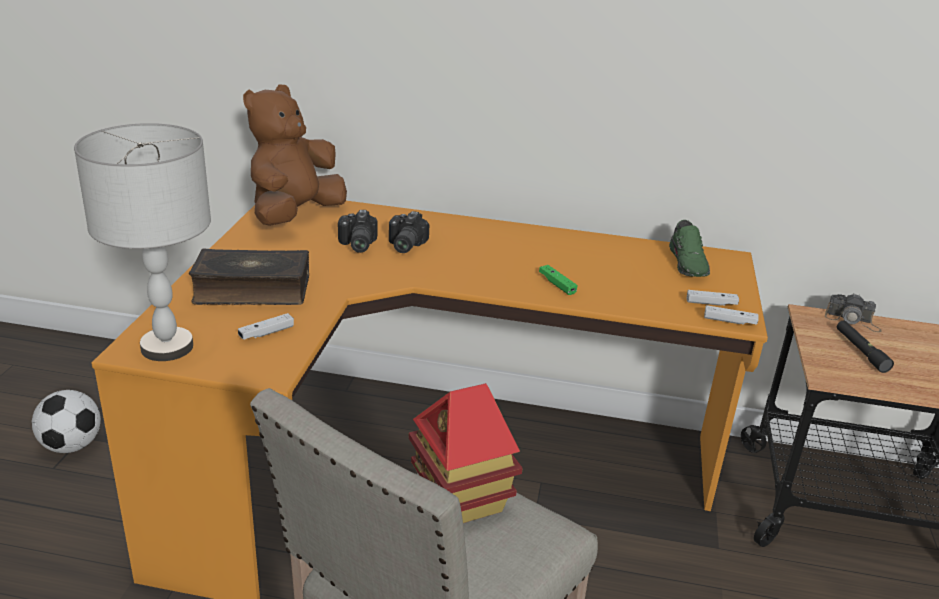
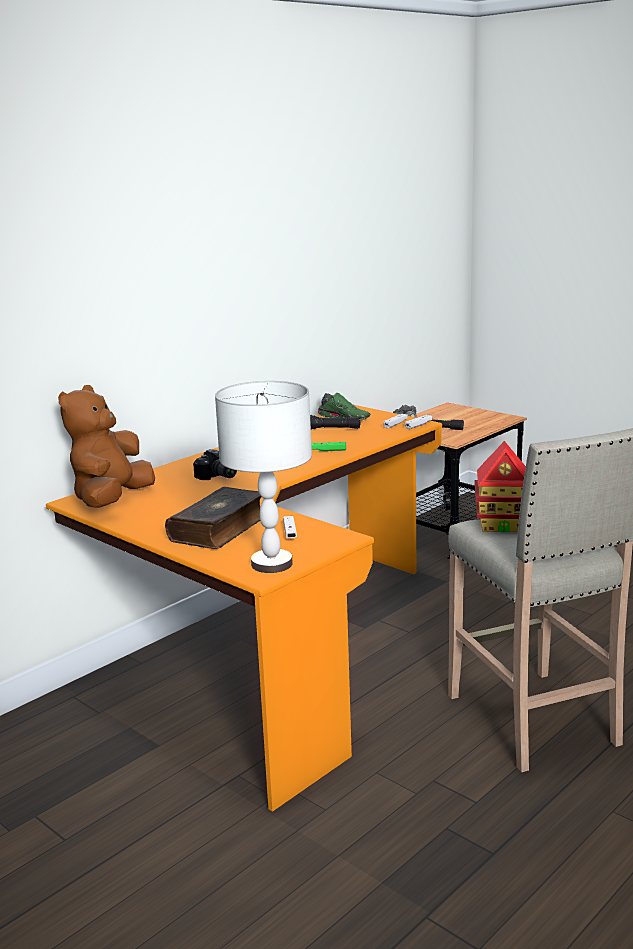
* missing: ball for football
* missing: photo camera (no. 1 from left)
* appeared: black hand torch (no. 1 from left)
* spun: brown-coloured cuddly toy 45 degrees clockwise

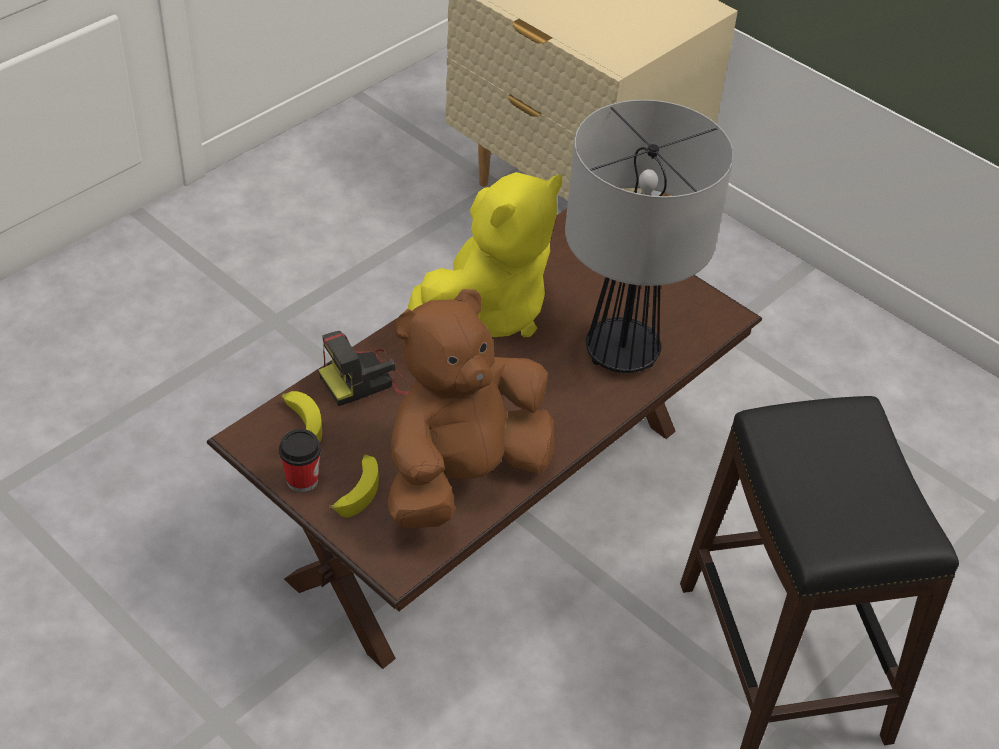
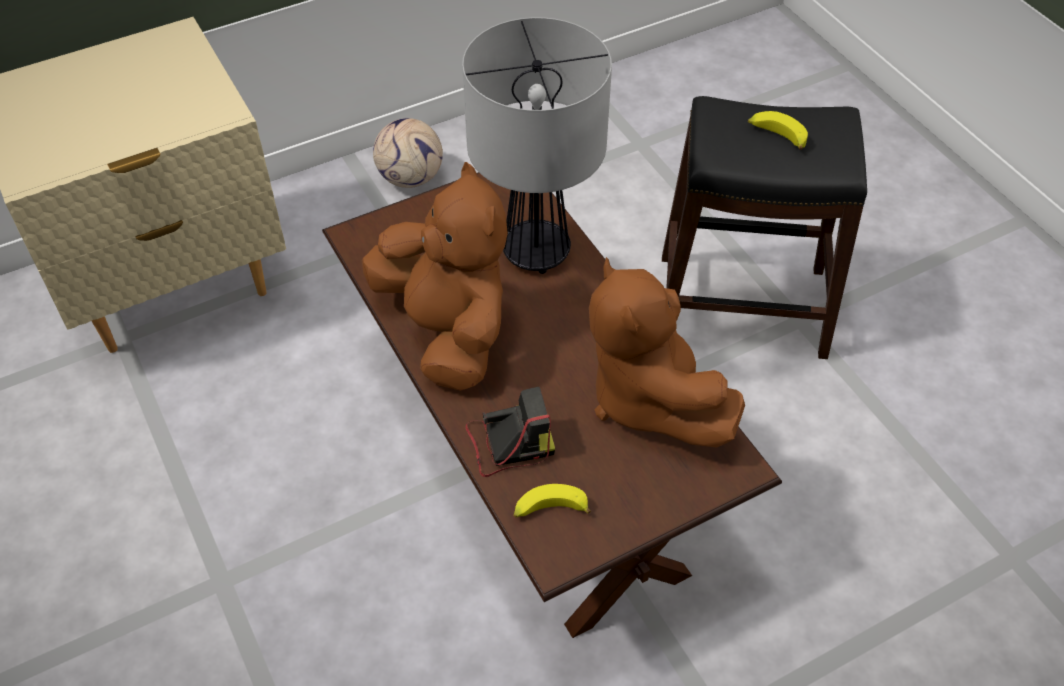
* missing: drinking cup
* appeared: ball for football
* relocated: banana fruit (no. 2 from left)
* colour: yellowish cuddly toy to brown-coloured cuddly toy (no. 1 from left)
* spun: photo camera 90 degrees counterclockwise

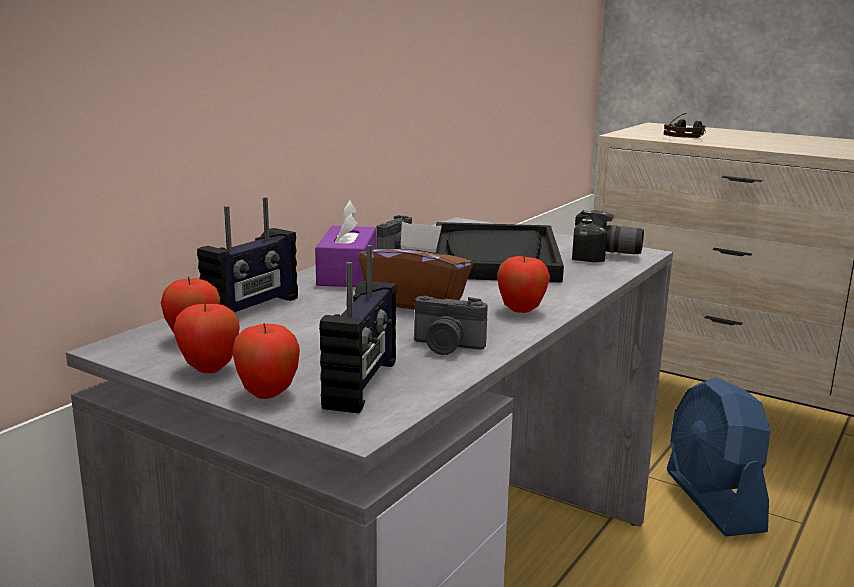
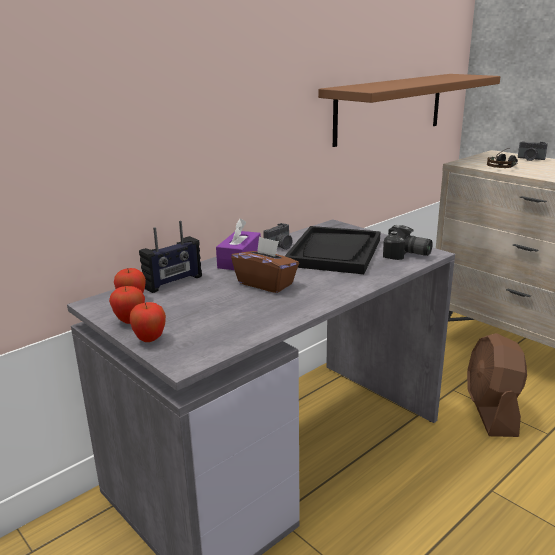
* missing: radio receiver (no. 2 from left)
* missing: apple fruit (no. 4 from left)
* appeared: brown-coloured wall shelf
* relocated: photo camera (no. 2 from left in the first image) to photo camera (no. 3 from left)
* colour: blue fan to brown-coloured fan

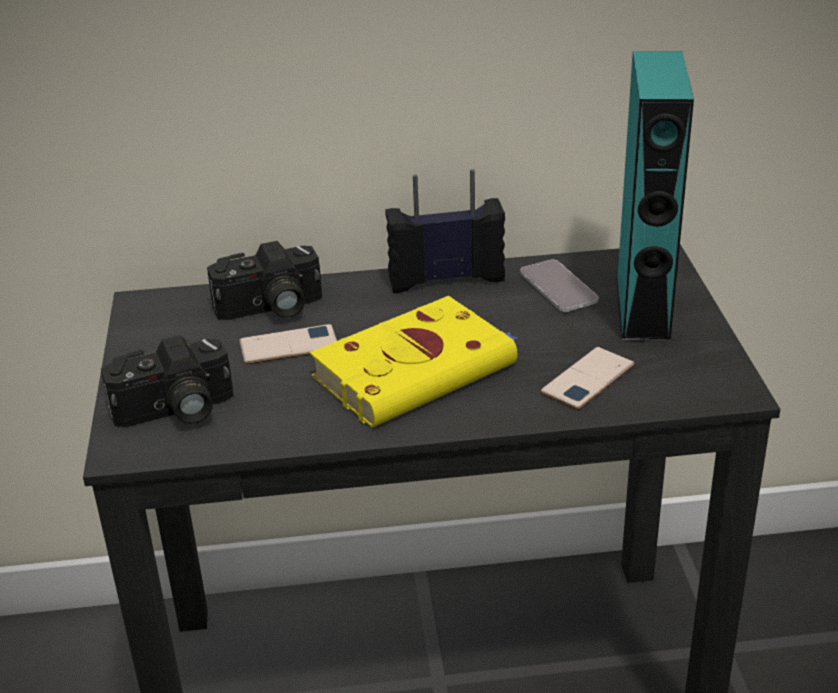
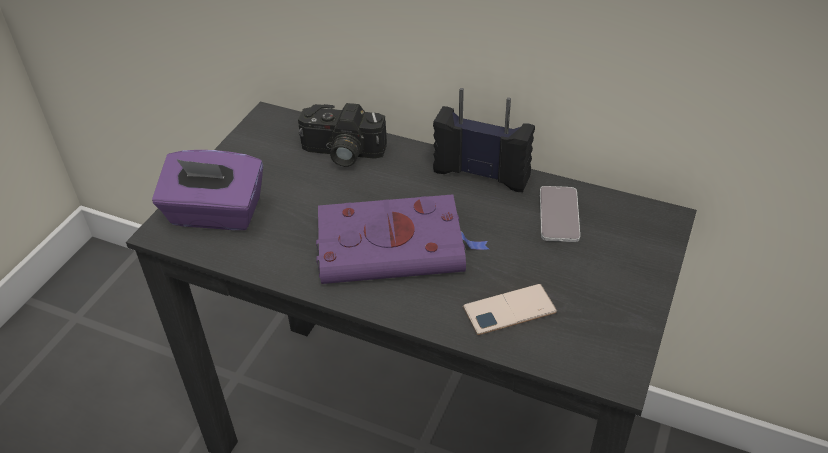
* missing: handset (no. 1 from left)
* missing: blue-green loudspeaker
* exchanged: photo camera (no. 1 from left) to purplish tissue holder
* colour: yellowish volume to purplish volume

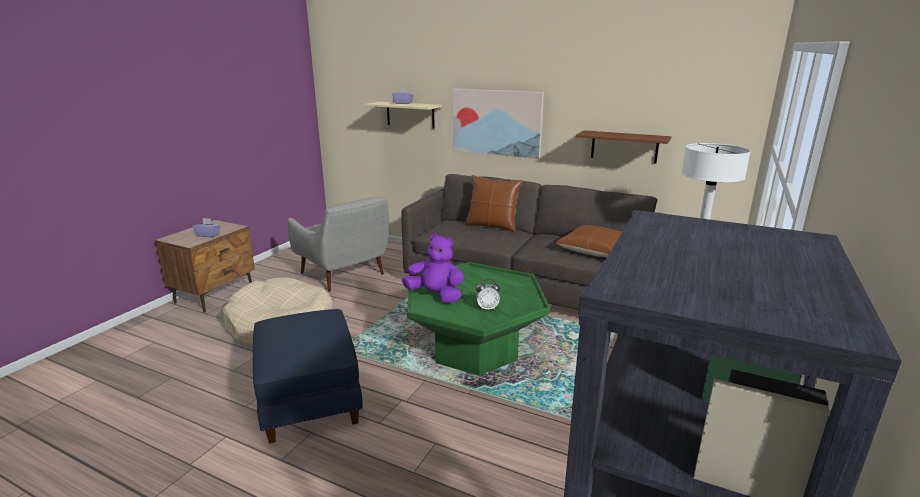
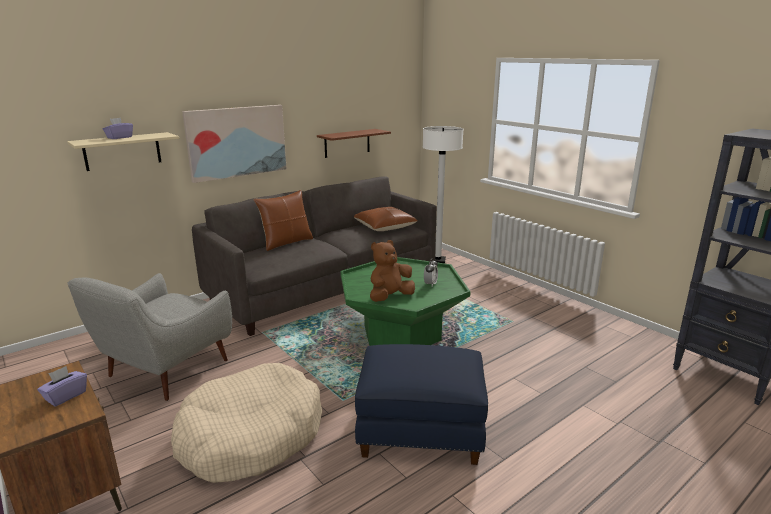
* colour: purplish cuddly toy to brown-coloured cuddly toy
* spun: greyish easy chair 135 degrees clockwise

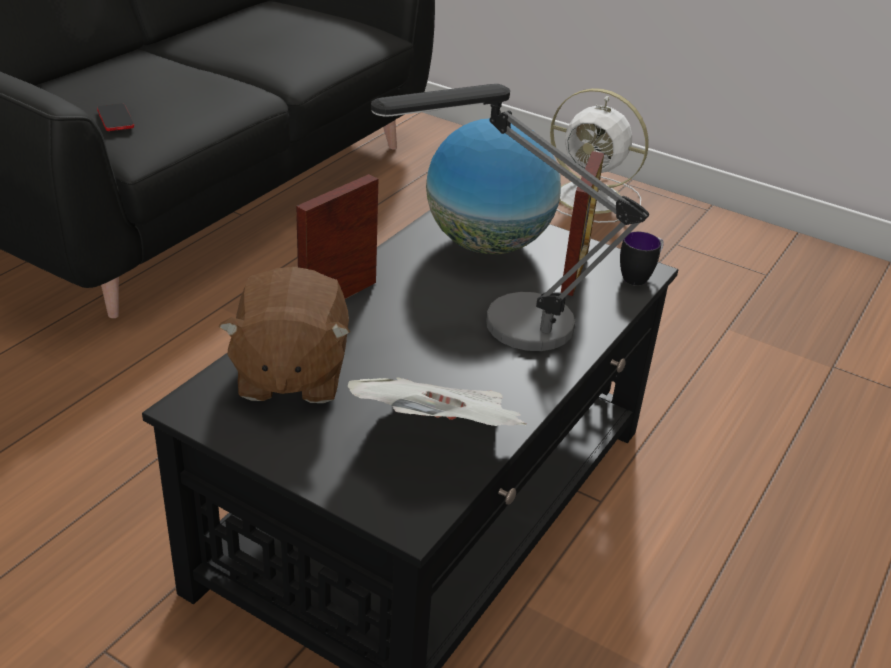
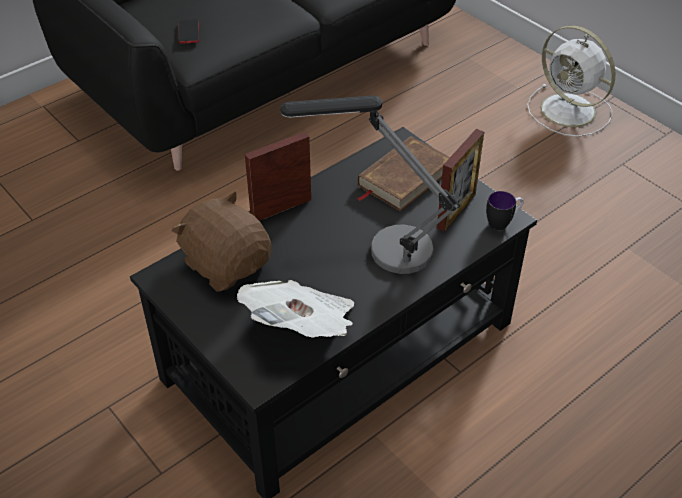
* exchanged: world globe to brown-coloured volume
* spun: brown-coloured cuddly toy 120 degrees clockwise

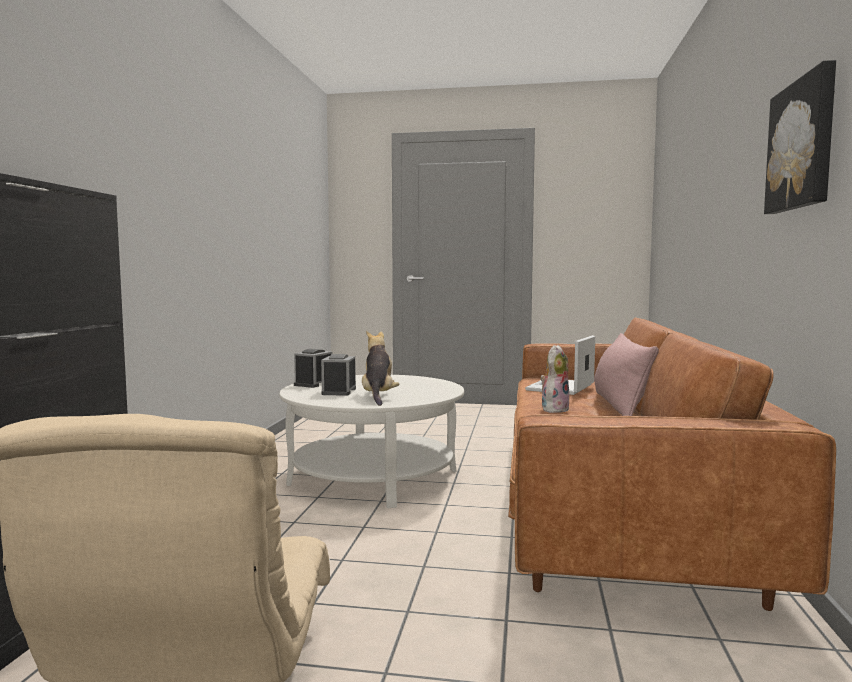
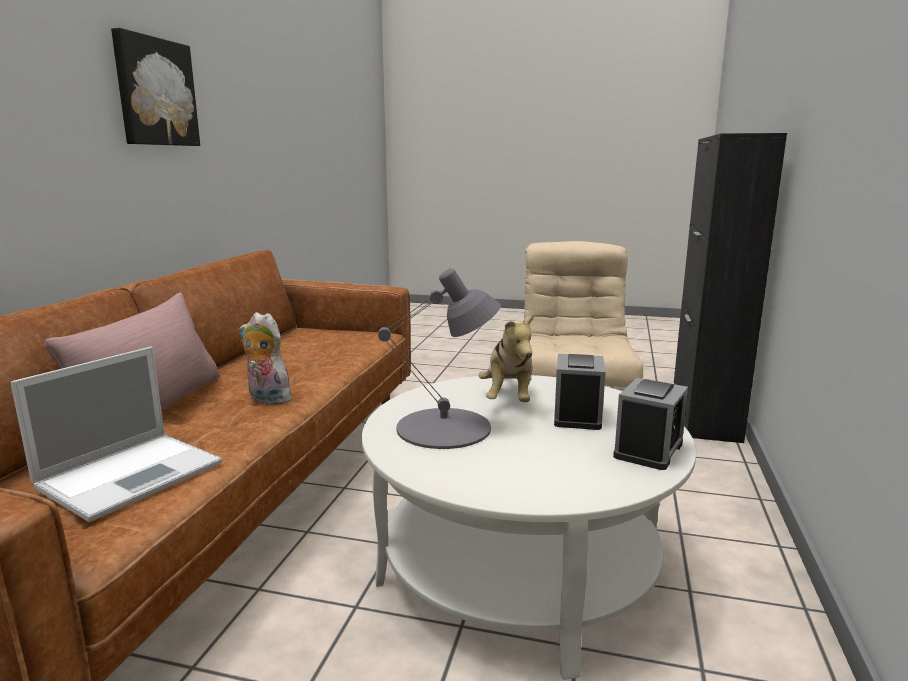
* appeared: greyish table lamp
* spun: cuddly toy (no. 2 from left in the first image) 75 degrees clockwise

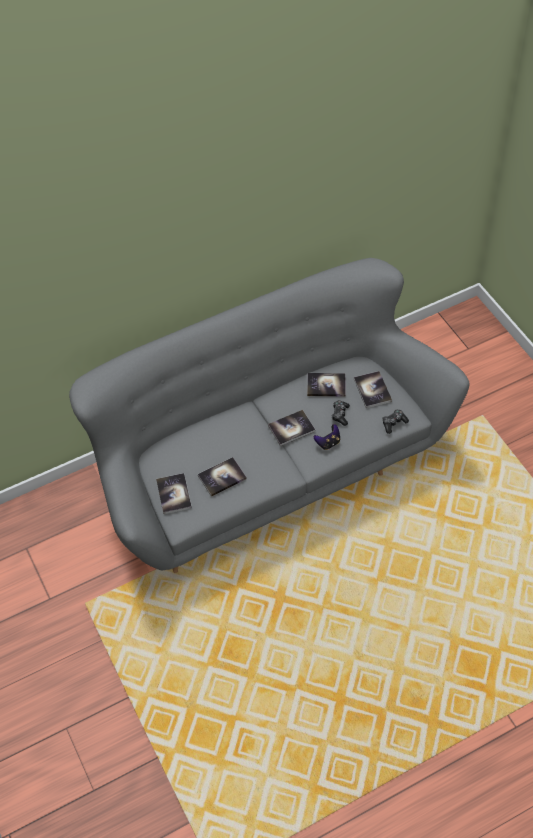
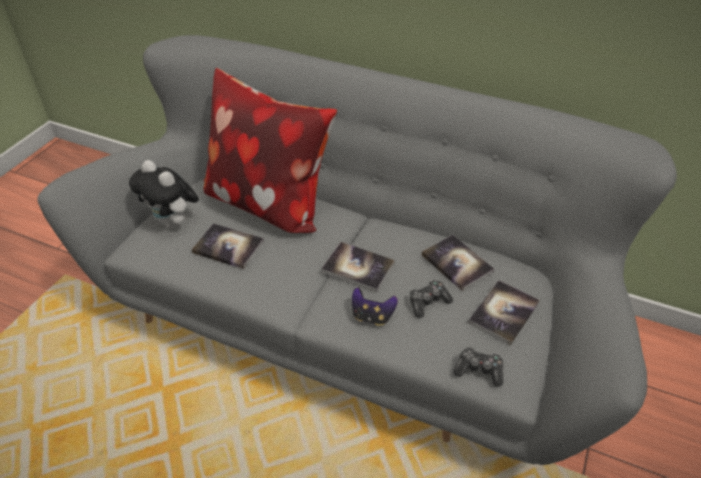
* appeared: pillow
* exchanged: volume (no. 1 from left) to cuddly toy

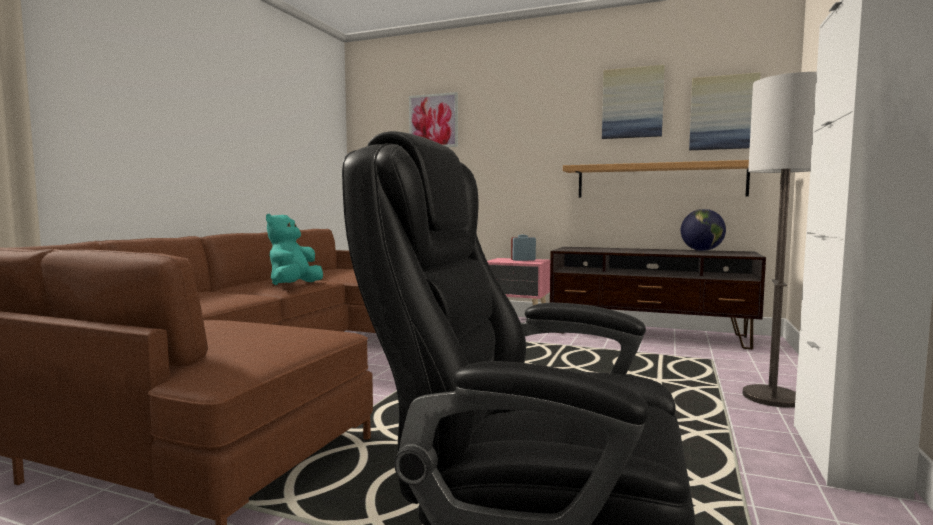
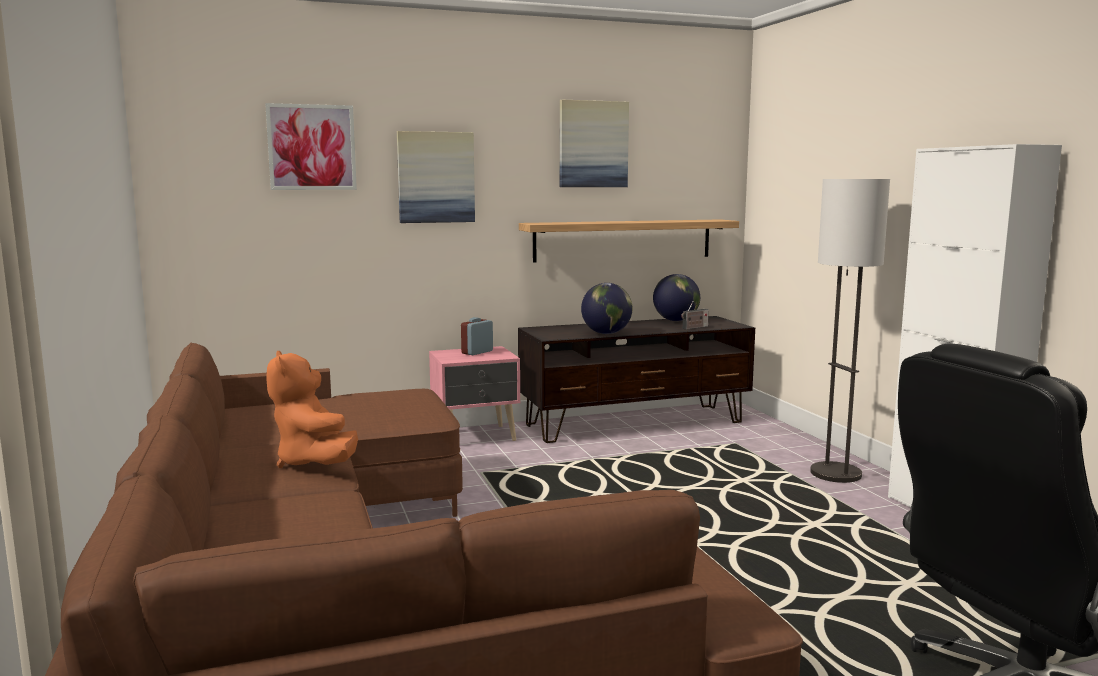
* appeared: world globe (no. 1 from left)
* appeared: radio receiver
* relocated: wall art (no. 3 from left in the first image) to wall art (no. 2 from left)
* colour: blue-green cuddly toy to orange cuddly toy

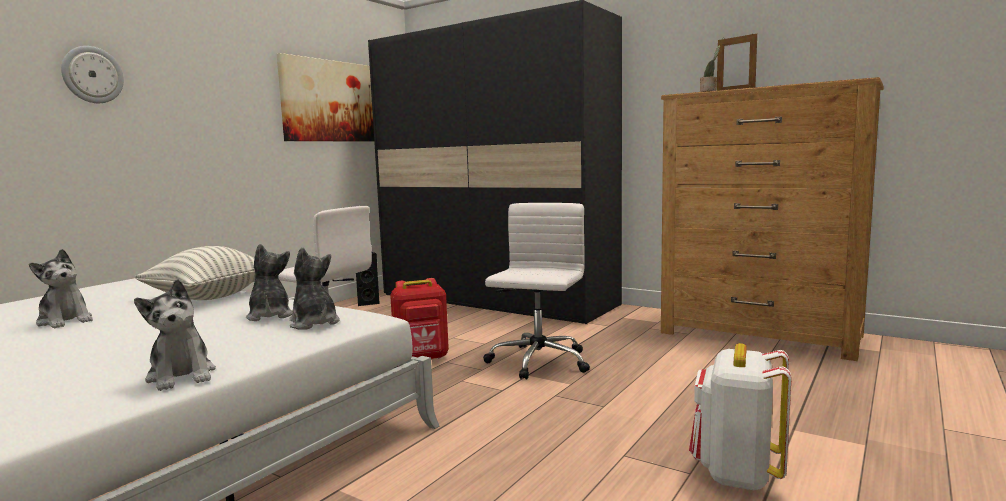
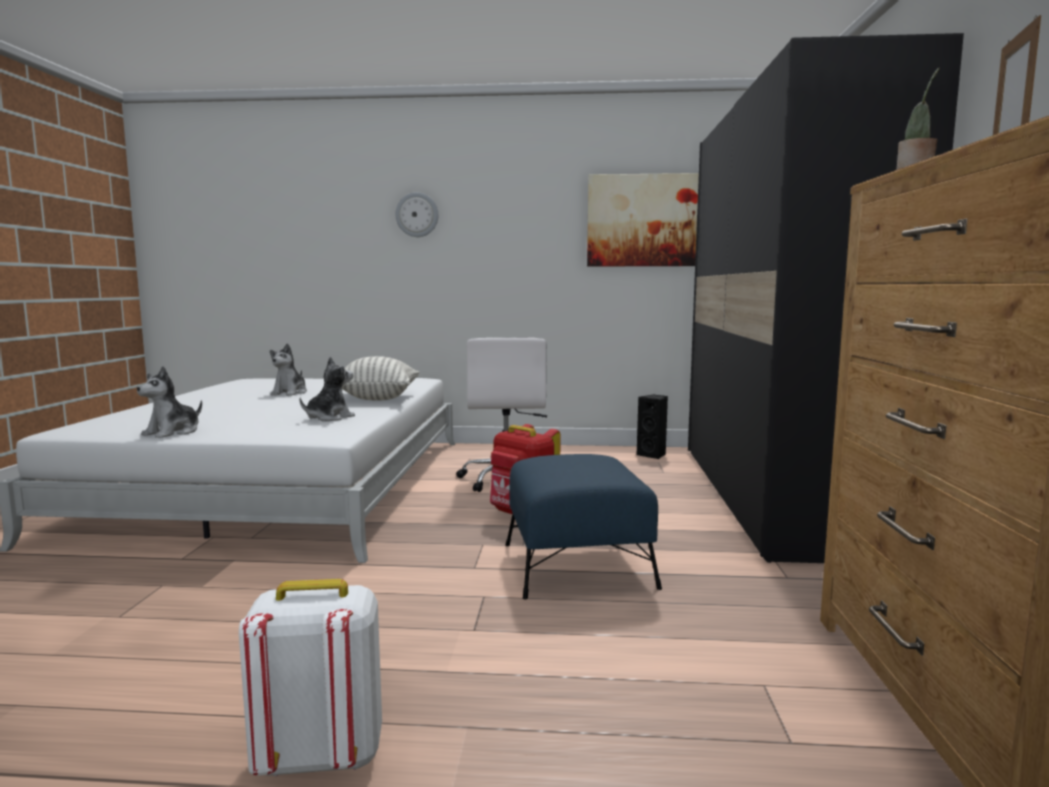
* missing: cuddly toy (no. 4 from left)
* exchanged: white desk chair (no. 2 from left) to blue ottoman

